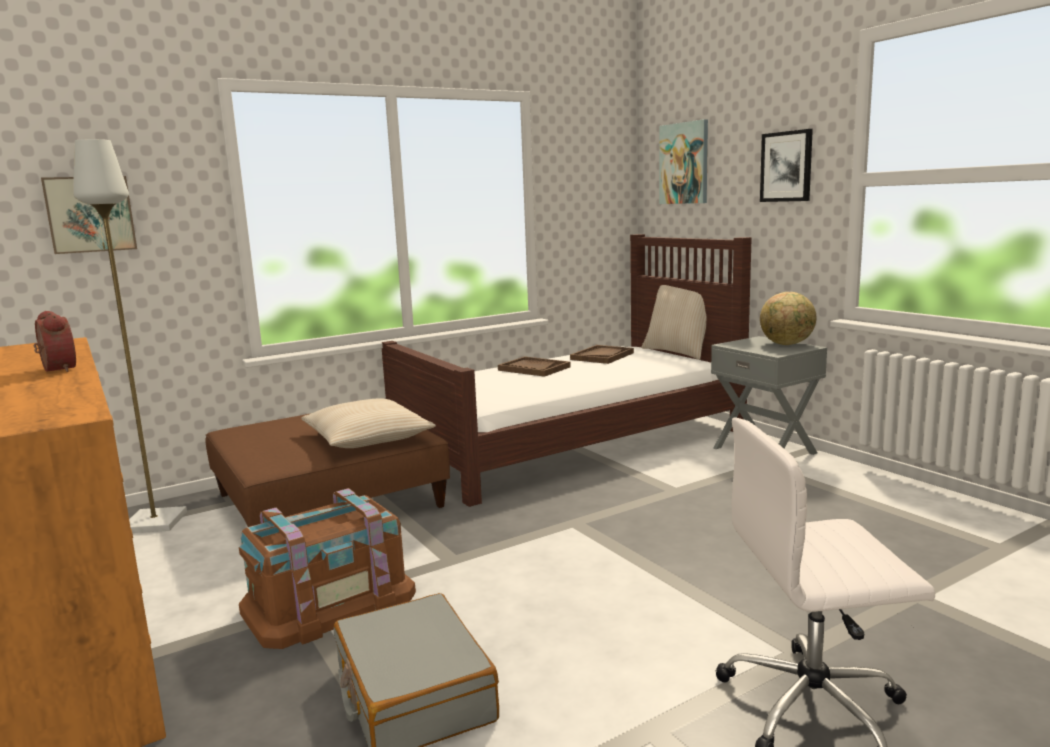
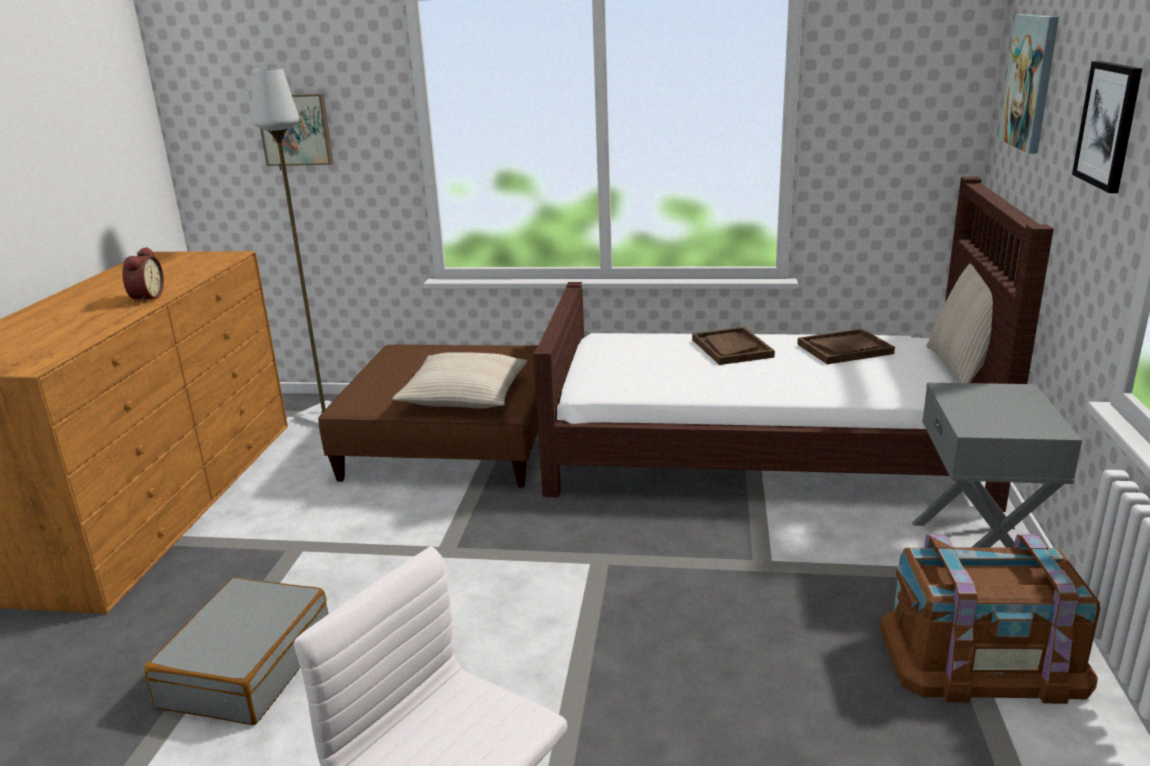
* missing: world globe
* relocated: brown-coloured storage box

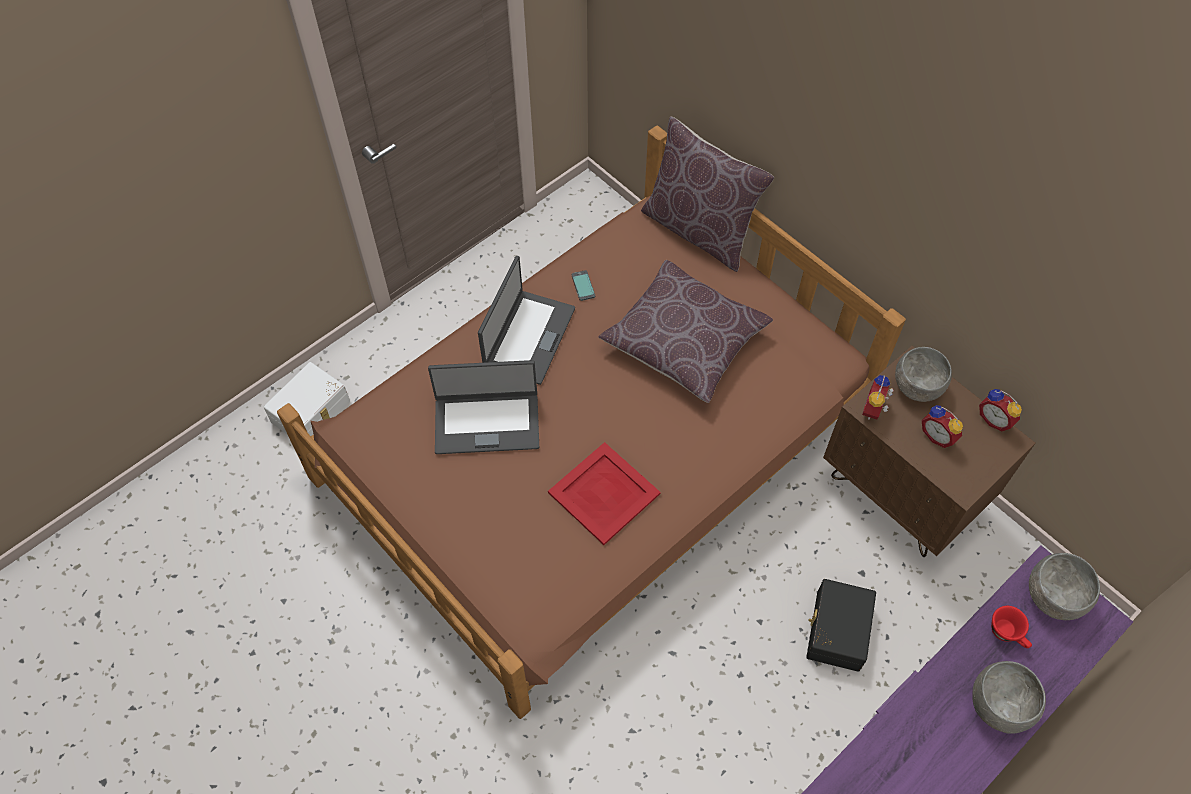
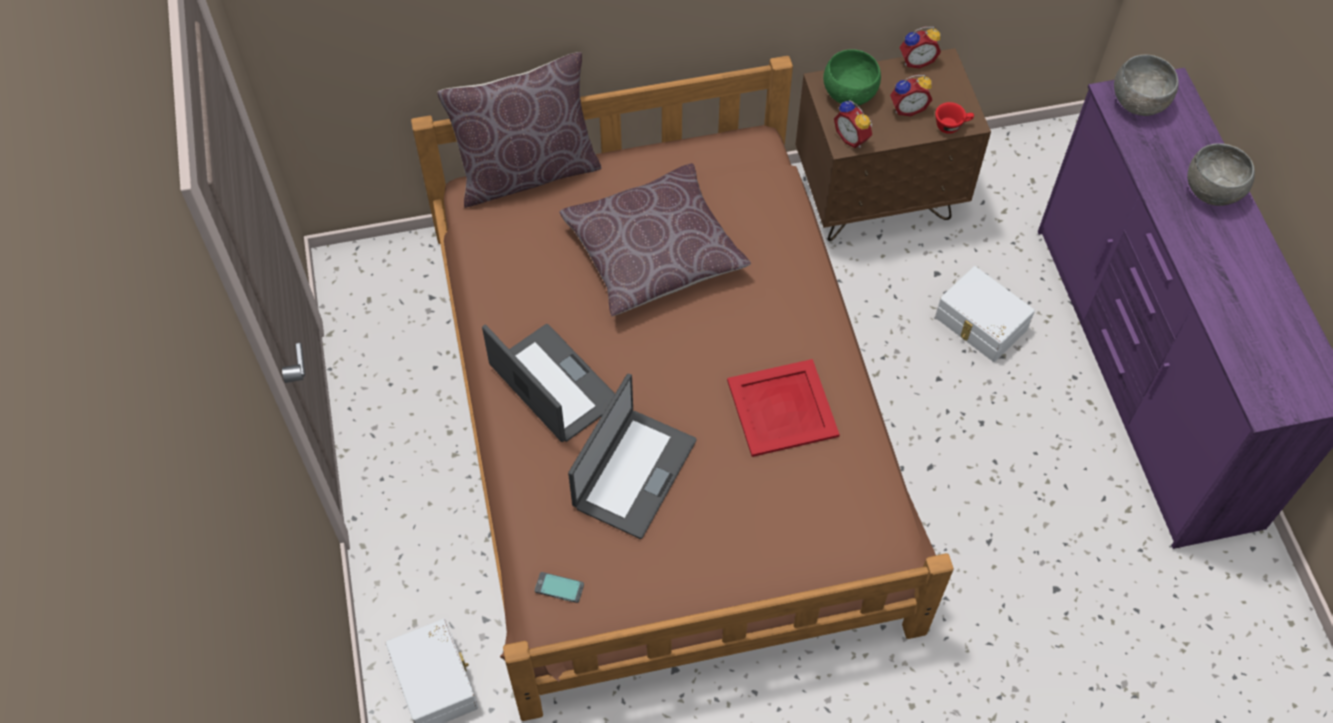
* relocated: handset
* relocated: red drinking cup
* colour: black storage box to white storage box (no. 2 from left)
* colour: greyish bowl (no. 1 from left) to green bowl

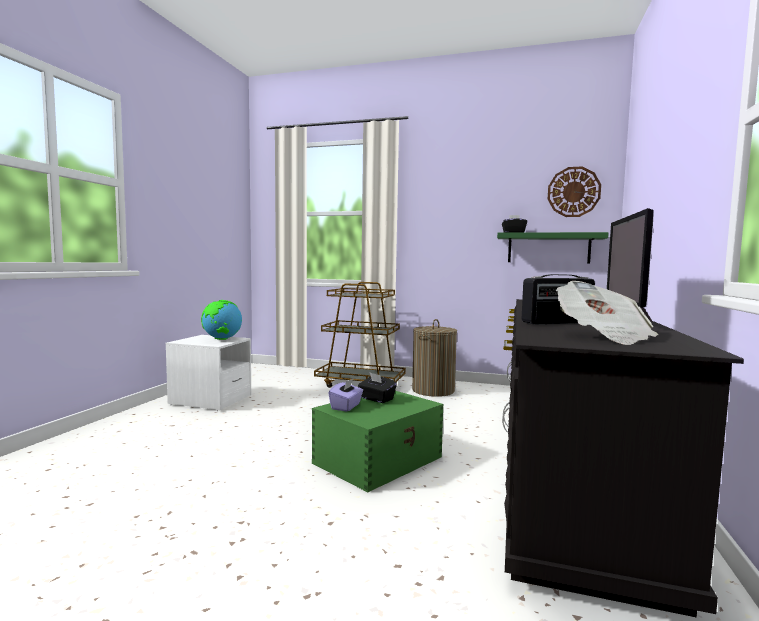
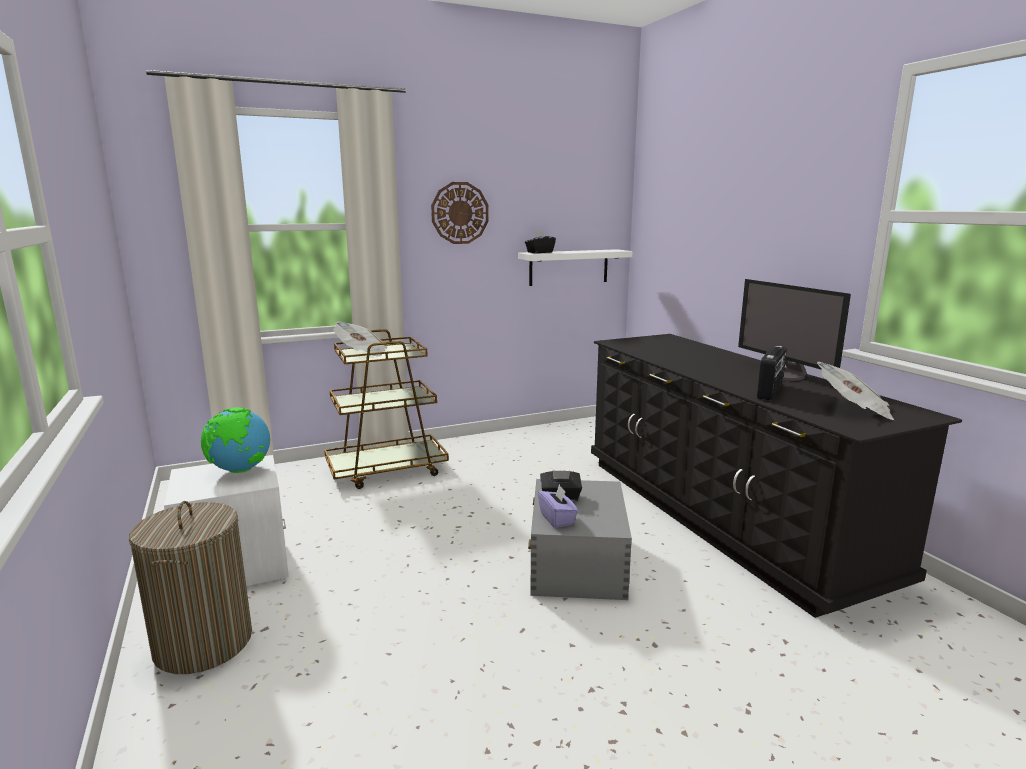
* appeared: printed paper (no. 1 from left)
* relocated: washing basket
* relocated: wall clock
* colour: green storage box to greyish storage box
* colour: green wall shelf to white wall shelf

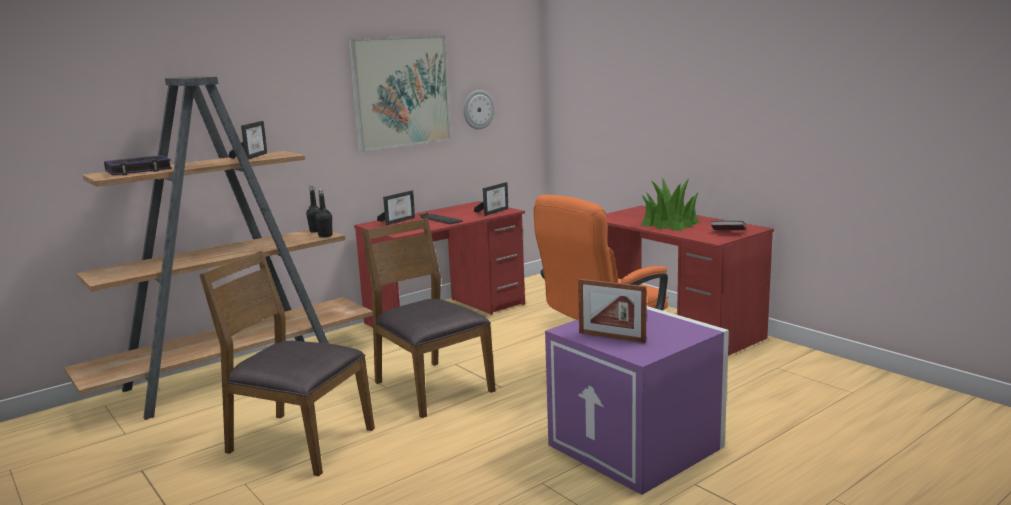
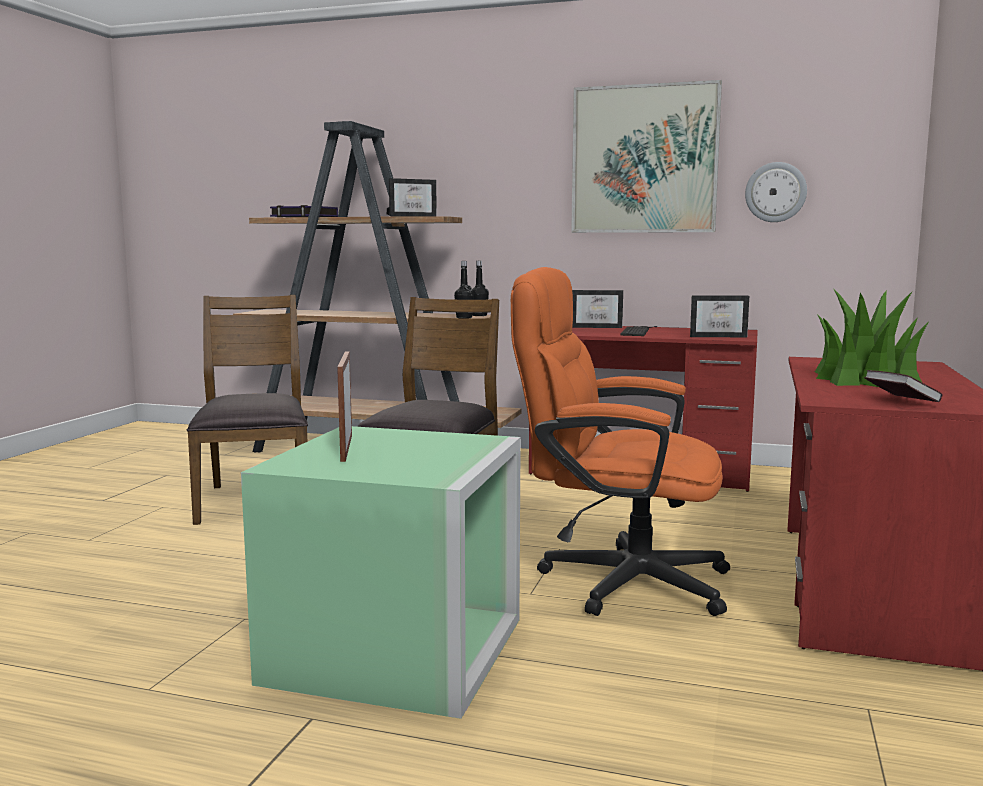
* colour: purplish storage box to green storage box

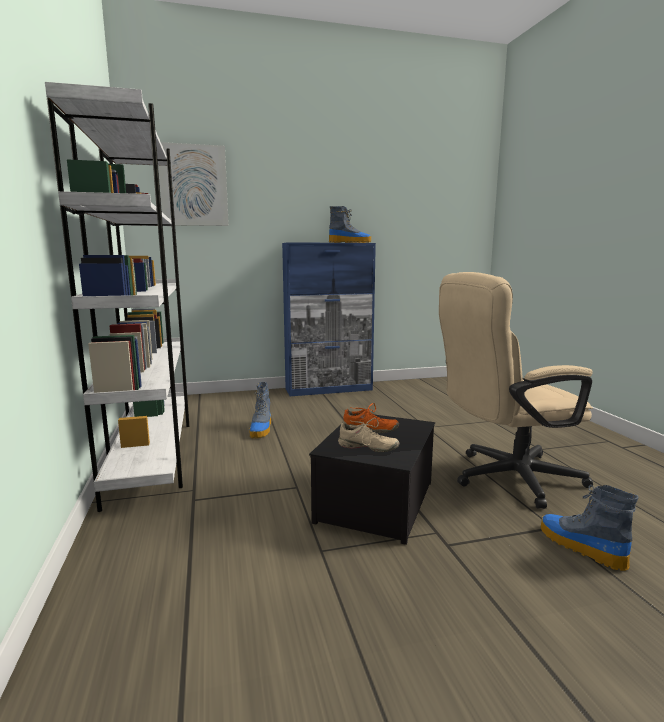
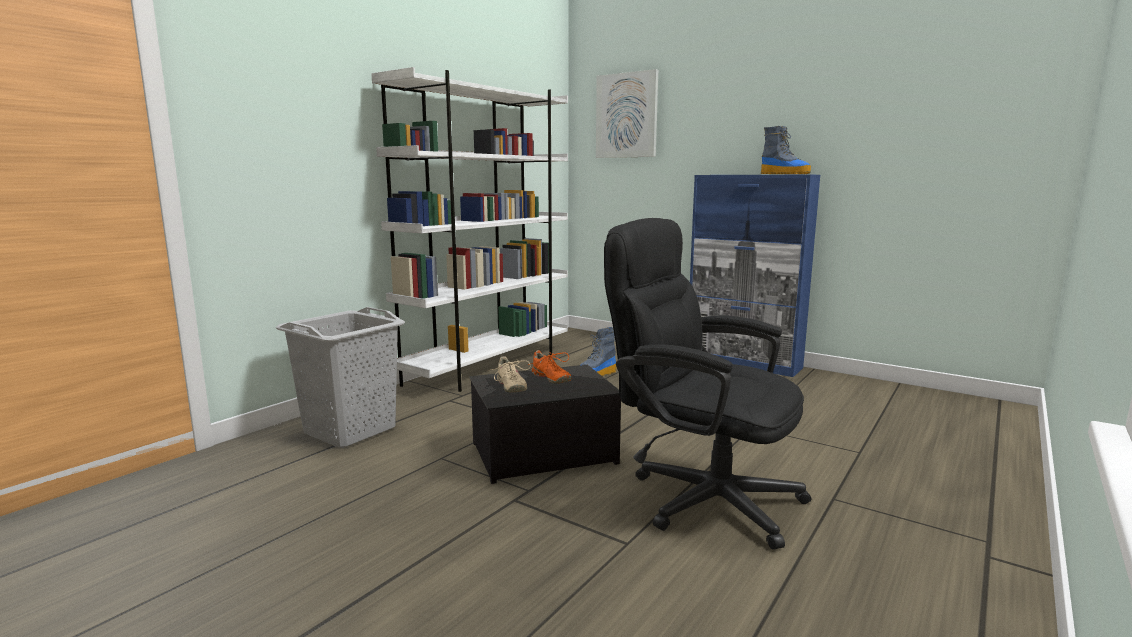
* missing: tall boot (no. 3 from left)
* appeared: greyish washing basket
* colour: sand-coloured desk chair to black desk chair

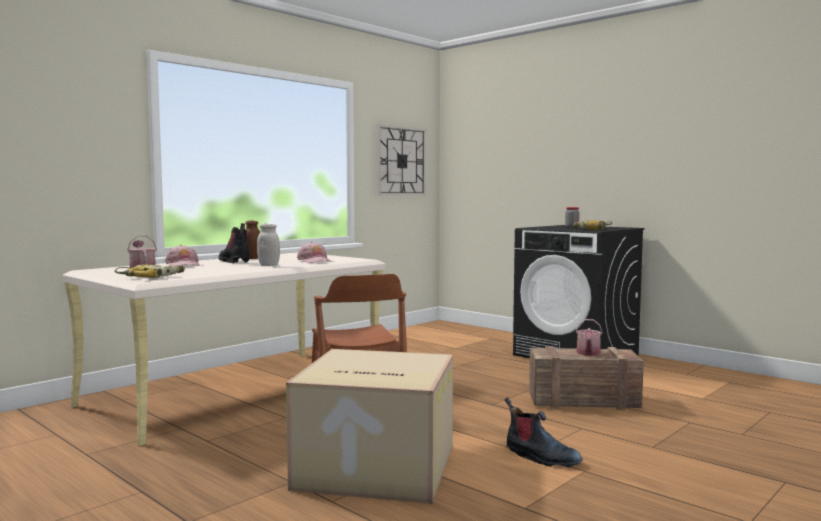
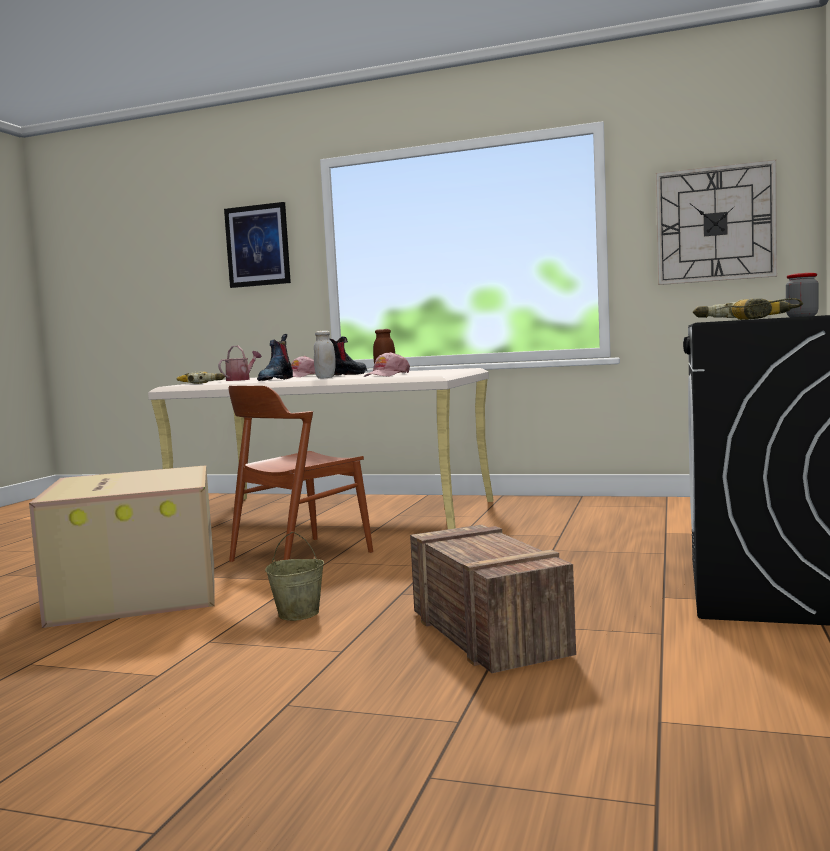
* missing: watering pot (no. 2 from left)
* appeared: wall art
* appeared: sand-coloured water bucket
* relocated: tall boot (no. 2 from left in the first image) to tall boot (no. 1 from left)

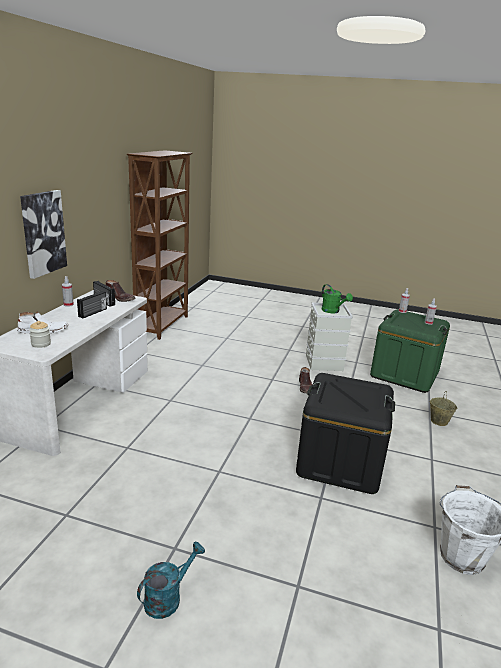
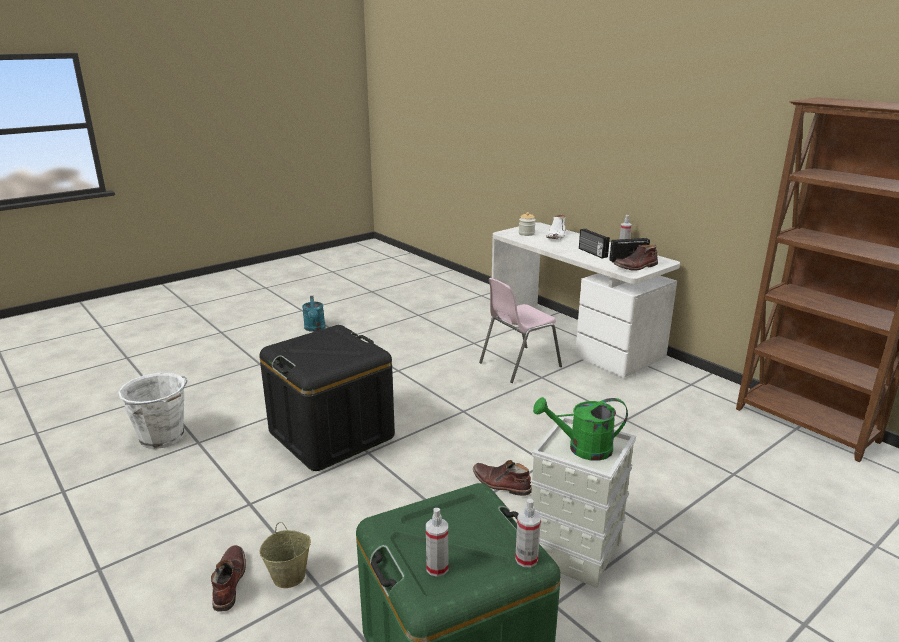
* missing: wall art
* appeared: brown-coloured tall boot (no. 1 from left)
* appeared: pink-coloured chair

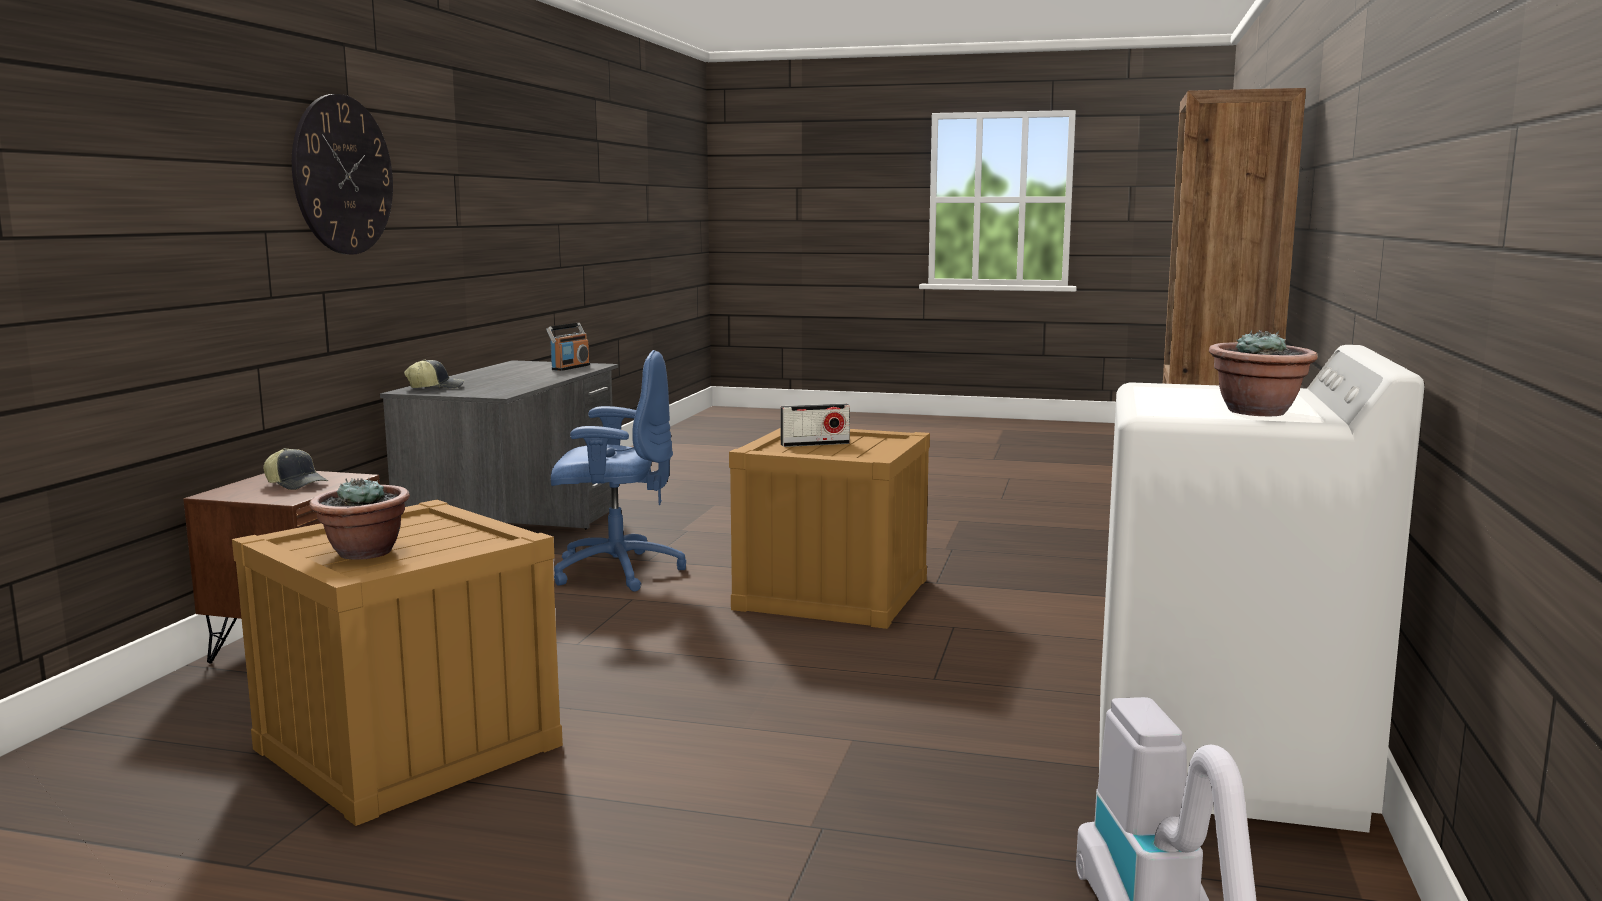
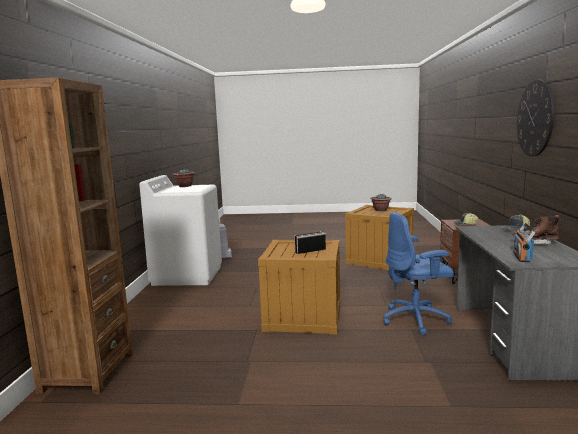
* appeared: brown-coloured tall boot

